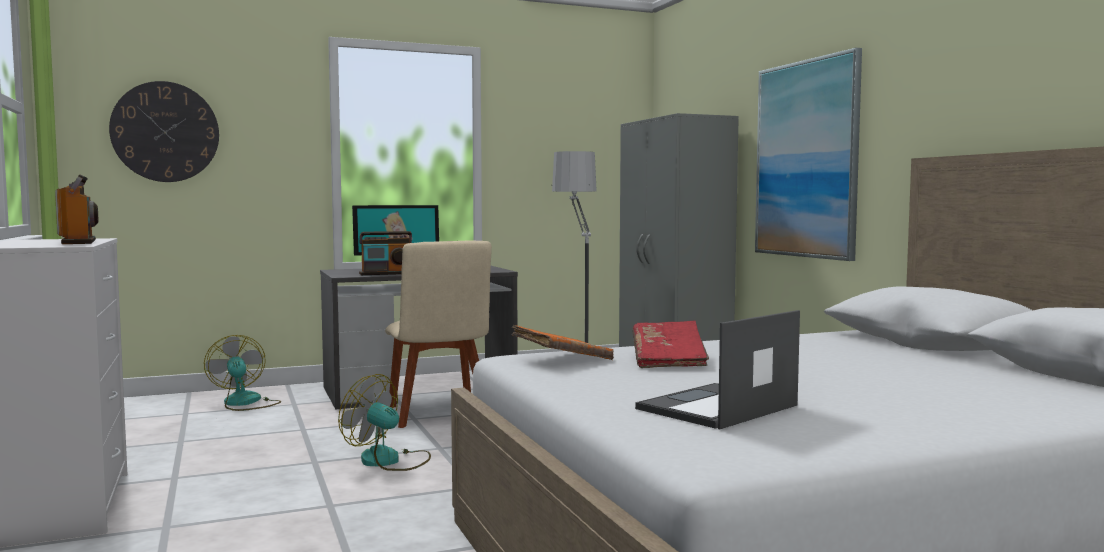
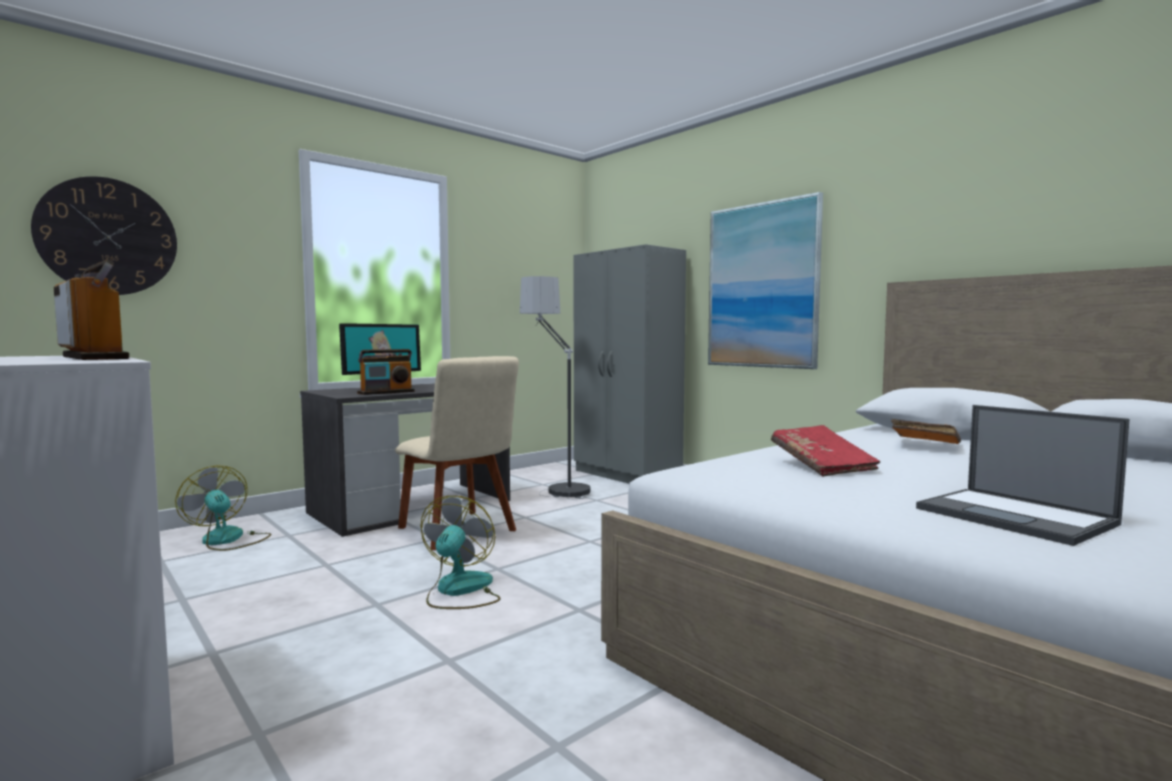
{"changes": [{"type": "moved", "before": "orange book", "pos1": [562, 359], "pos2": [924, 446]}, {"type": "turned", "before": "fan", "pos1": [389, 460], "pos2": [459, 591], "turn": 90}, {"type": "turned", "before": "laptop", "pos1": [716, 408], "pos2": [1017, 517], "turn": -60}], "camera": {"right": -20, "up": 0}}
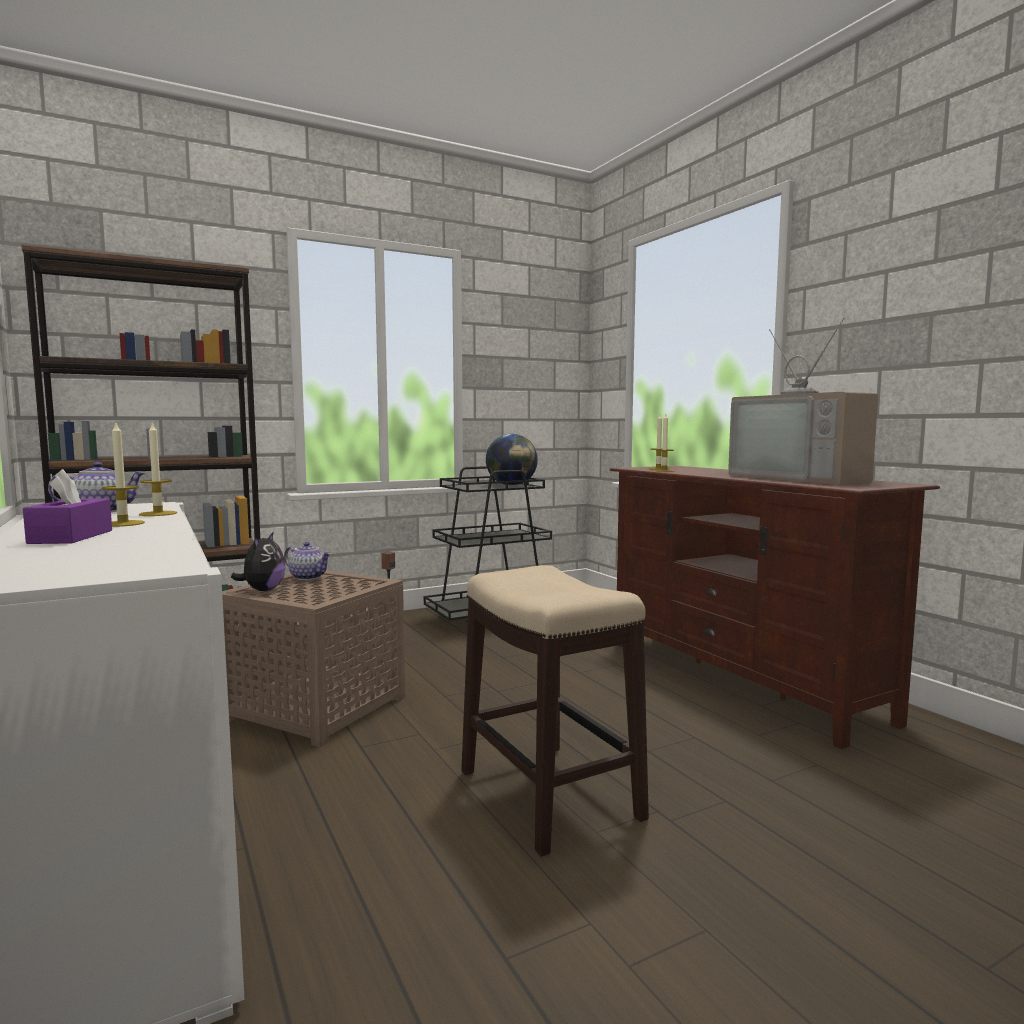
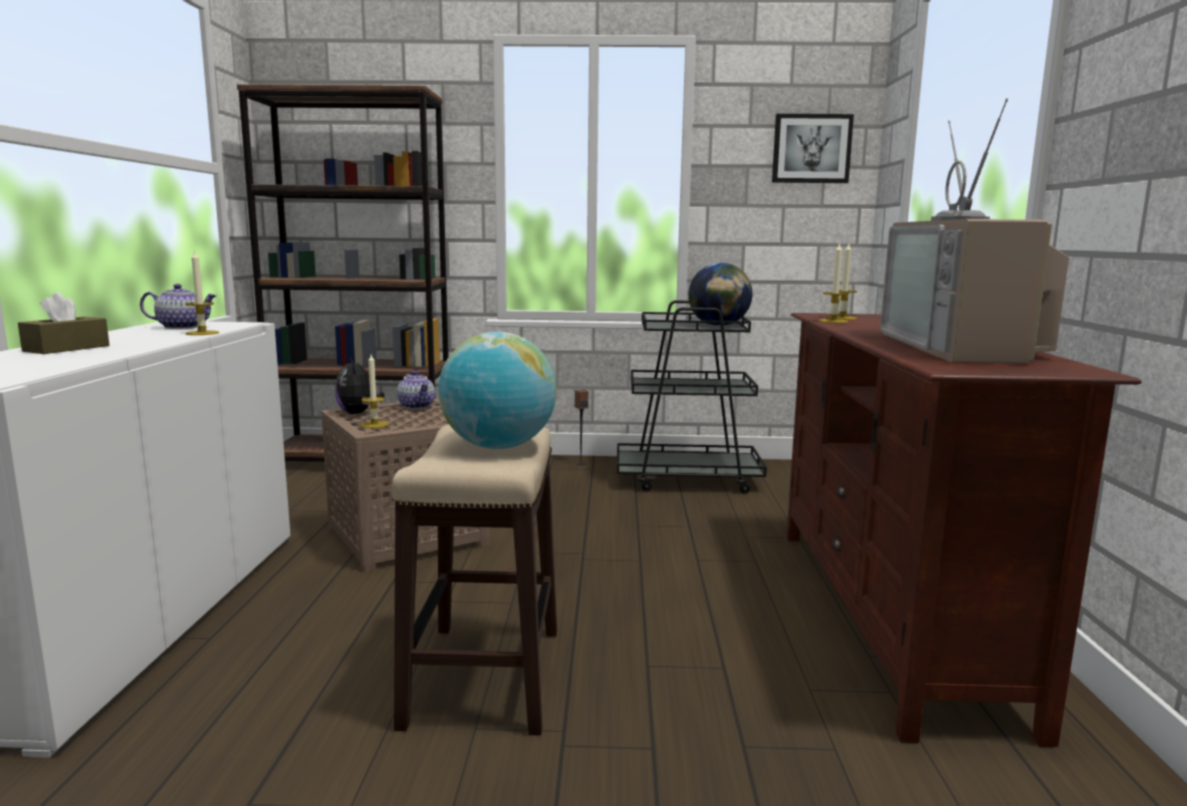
{"changes": [{"type": "added", "after": "globe", "pos2": [499, 447]}, {"type": "added", "after": "picture", "pos2": [811, 149]}, {"type": "moved", "before": "candle", "pos1": [123, 524], "pos2": [374, 424]}, {"type": "recoloured", "before": "purple tissue box", "after": "brown tissue box", "pos1": [71, 537], "pos2": [67, 348]}, {"type": "turned", "before": "plush toy", "pos1": [263, 590], "pos2": [358, 413], "turn": 120}], "camera": {"right": 30, "up": 5}}
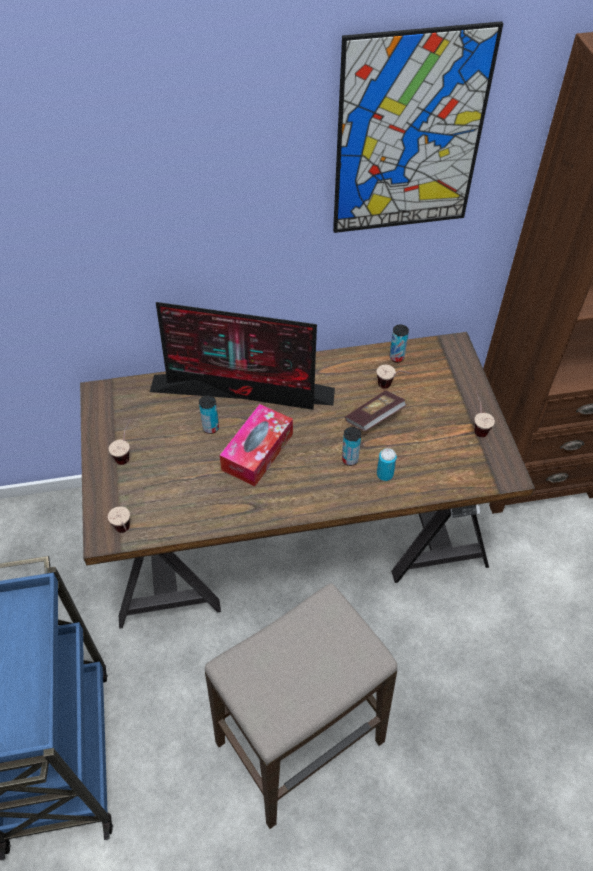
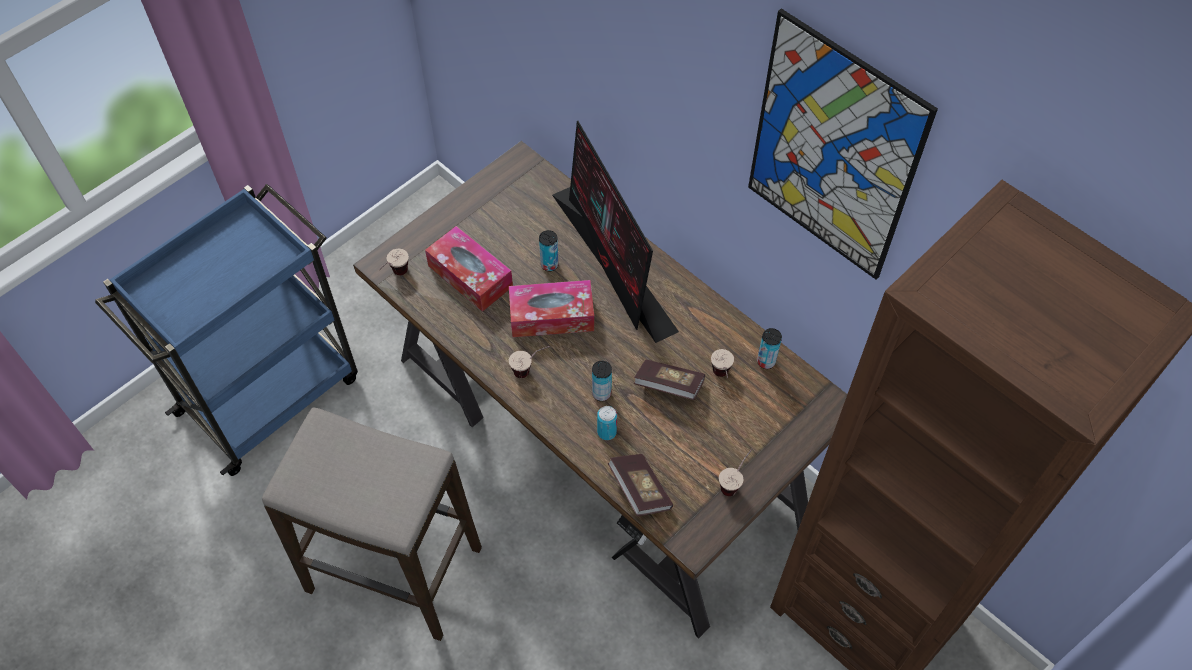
{"changes": [{"type": "added", "after": "tissue box", "pos2": [470, 276]}, {"type": "added", "after": "book", "pos2": [639, 490]}, {"type": "moved", "before": "cup", "pos1": [126, 453], "pos2": [530, 370]}], "camera": {"right": 55, "up": 5}}
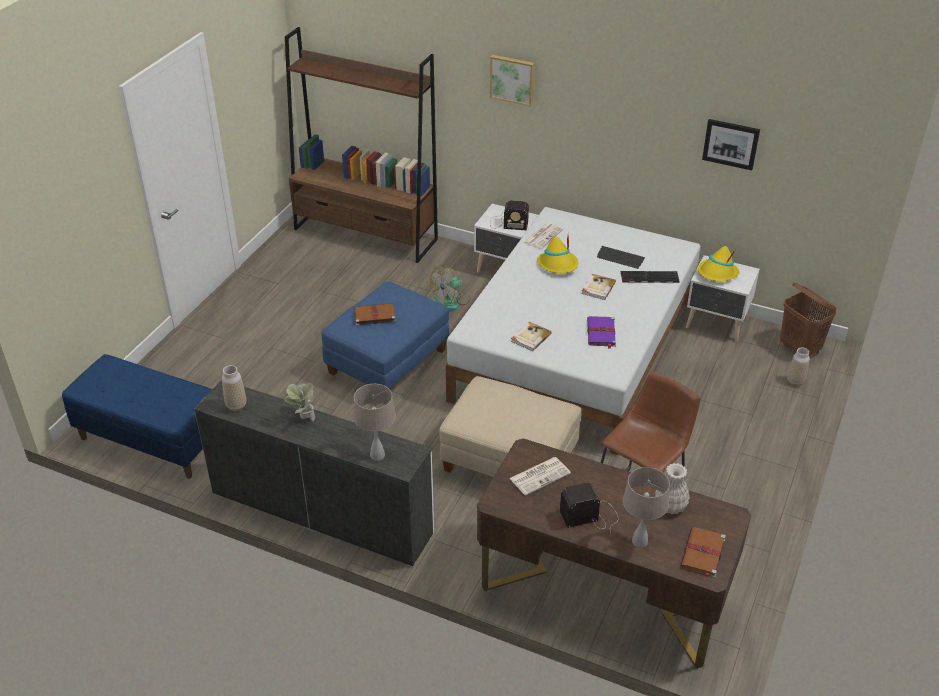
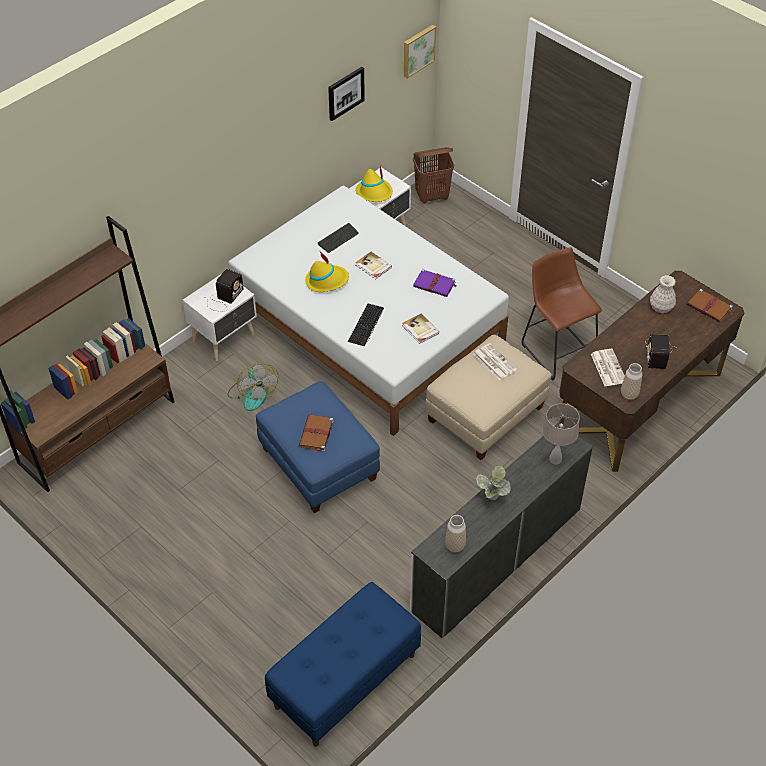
{"changes": [{"type": "removed", "before": "beige table lamp", "pos1": [639, 541]}, {"type": "moved", "before": "picture", "pos1": [512, 79], "pos2": [418, 50]}, {"type": "moved", "before": "newspaper", "pos1": [543, 236], "pos2": [494, 362]}, {"type": "moved", "before": "keyboard", "pos1": [649, 278], "pos2": [366, 325]}, {"type": "moved", "before": "vase", "pos1": [795, 382], "pos2": [629, 395]}], "camera": {"right": -70, "up": 10}}
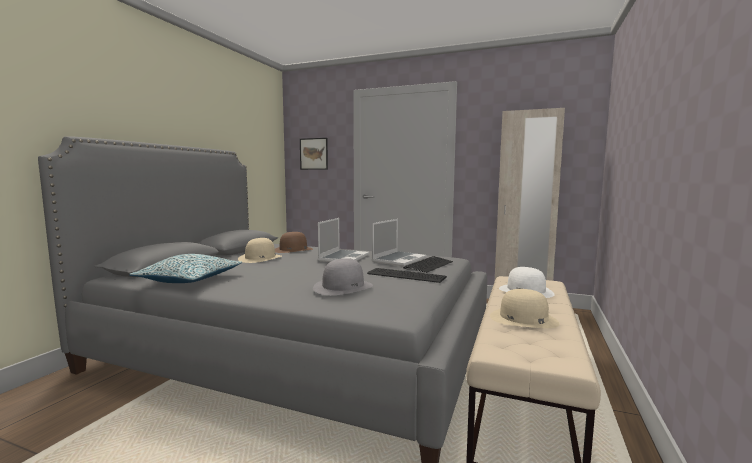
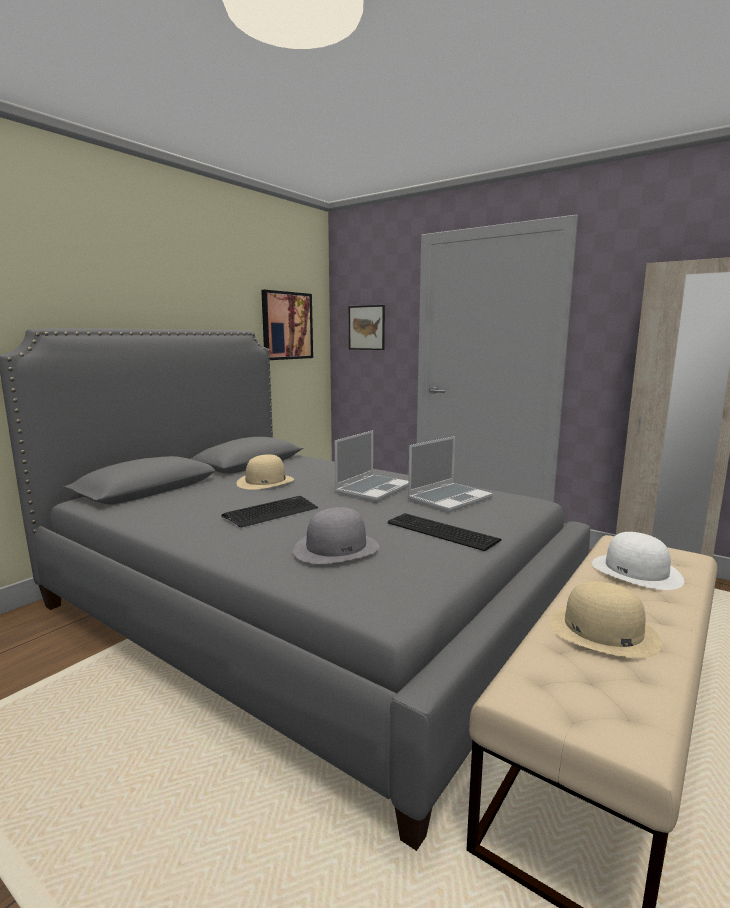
{"changes": [{"type": "removed", "before": "pillow", "pos1": [190, 280]}, {"type": "removed", "before": "brown hat", "pos1": [293, 250]}, {"type": "added", "after": "picture", "pos2": [287, 326]}, {"type": "moved", "before": "keyboard", "pos1": [428, 265], "pos2": [271, 512]}], "camera": {"right": 15, "up": 5}}
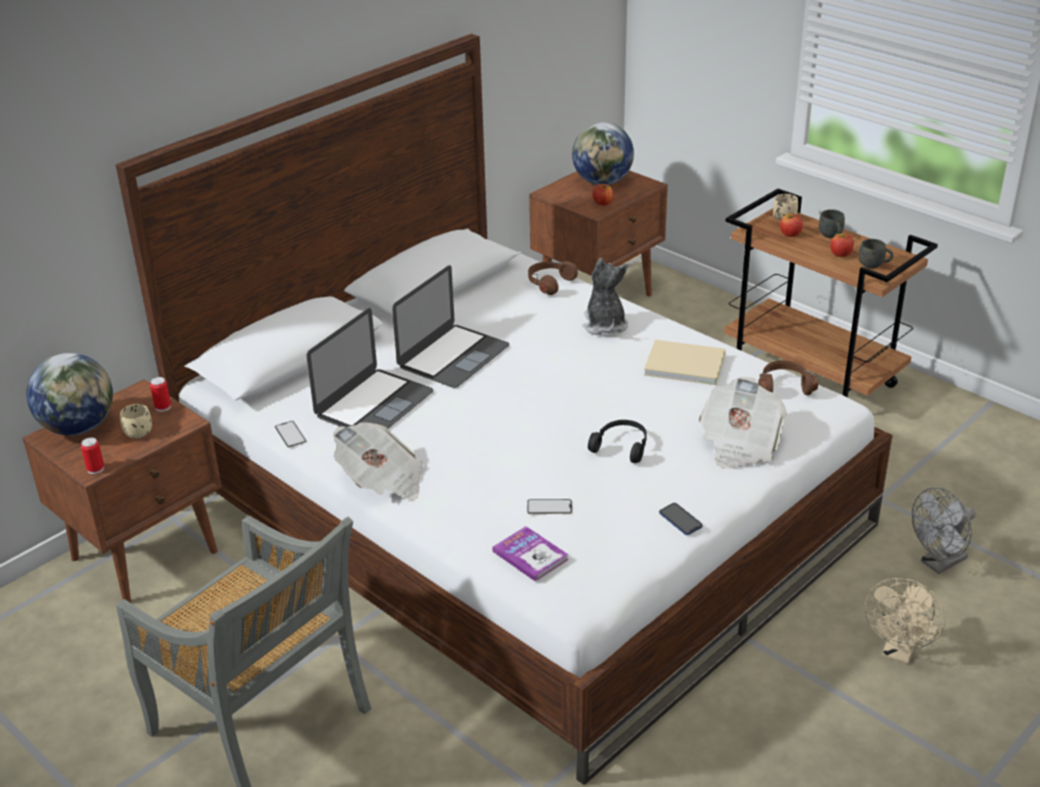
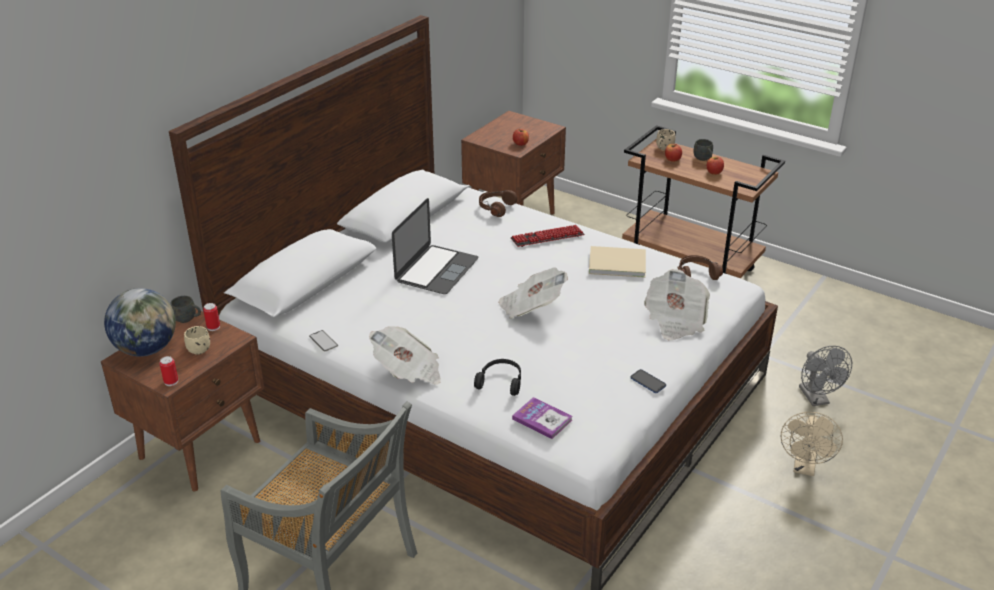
{"changes": [{"type": "removed", "before": "laptop", "pos1": [374, 404]}, {"type": "removed", "before": "phone", "pos1": [549, 507]}, {"type": "removed", "before": "globe", "pos1": [602, 182]}, {"type": "added", "after": "newspaper", "pos2": [531, 307]}, {"type": "moved", "before": "black headphones", "pos1": [621, 446], "pos2": [501, 381]}, {"type": "moved", "before": "grey mug", "pos1": [874, 265], "pos2": [188, 319]}, {"type": "replaced", "before": "plush toy", "after": "keyboard", "pos1": [604, 325], "pos2": [547, 237]}, {"type": "turned", "before": "grey fan", "pos1": [939, 564], "pos2": [816, 399], "turn": -60}], "camera": {"right": -10, "up": 0}}
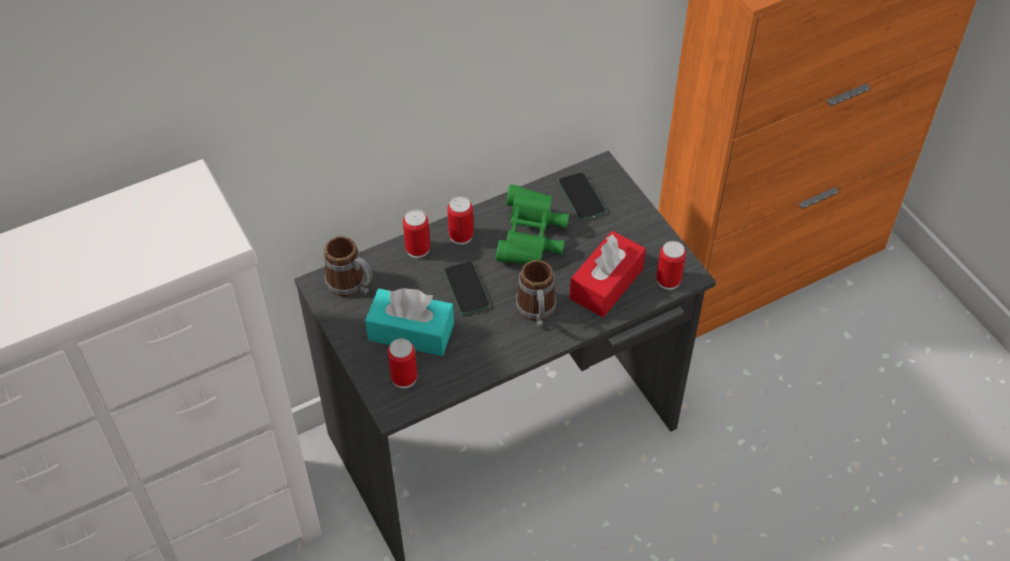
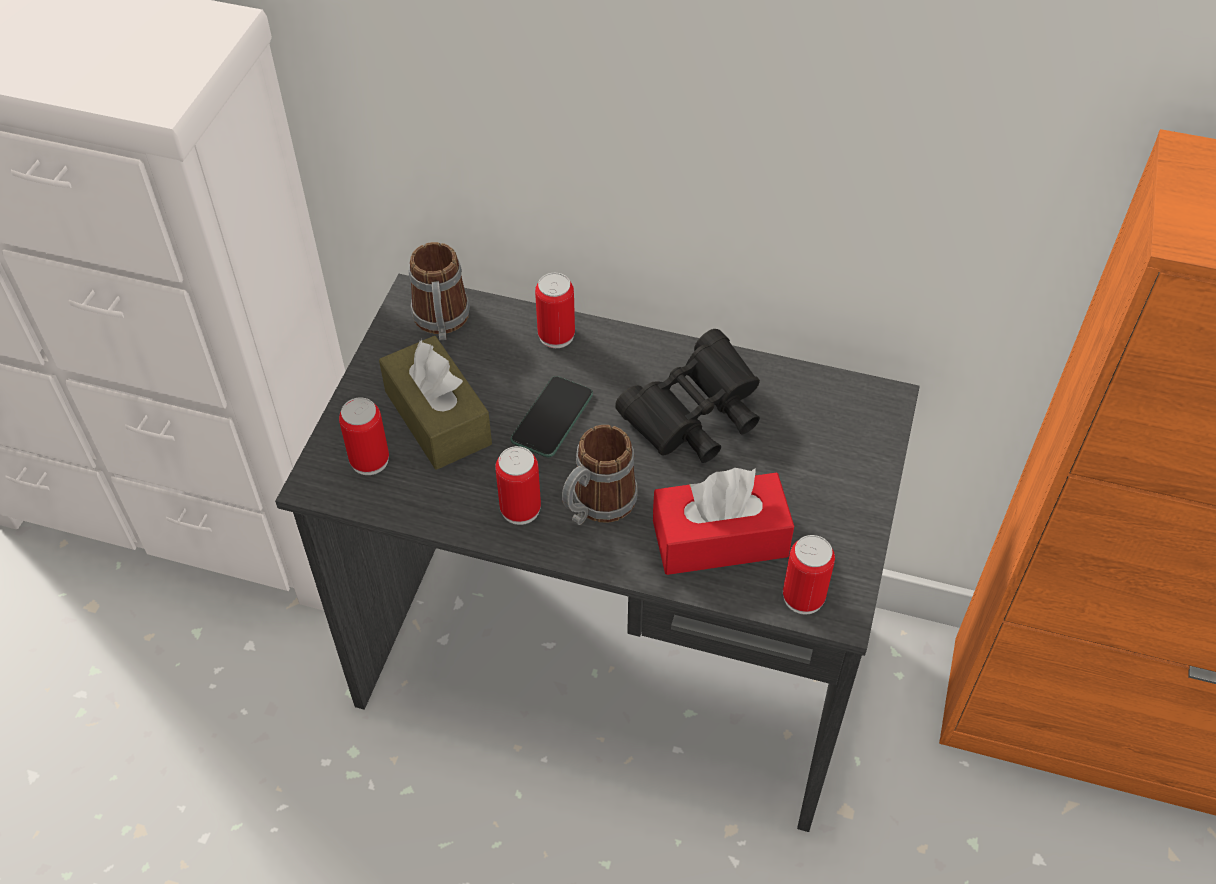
{"changes": [{"type": "removed", "before": "phone", "pos1": [581, 197]}, {"type": "moved", "before": "can", "pos1": [461, 235], "pos2": [520, 509]}, {"type": "recoloured", "before": "turquoise tissue box", "after": "brown tissue box", "pos1": [411, 332], "pos2": [438, 418]}, {"type": "recoloured", "before": "green binoculars", "after": "black binoculars", "pos1": [531, 239], "pos2": [694, 419]}], "camera": {"right": 45, "up": 0}}
